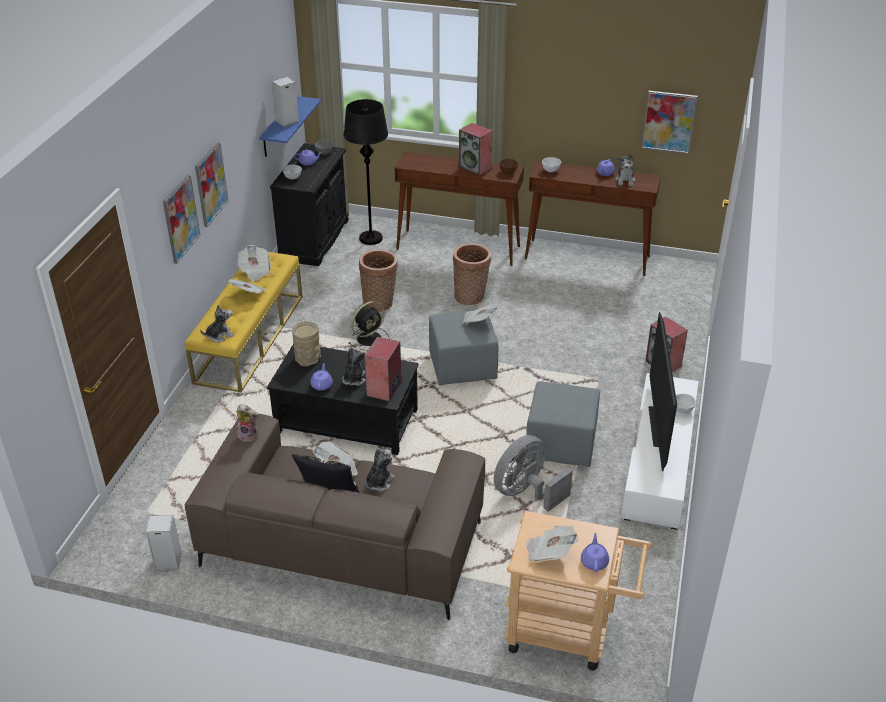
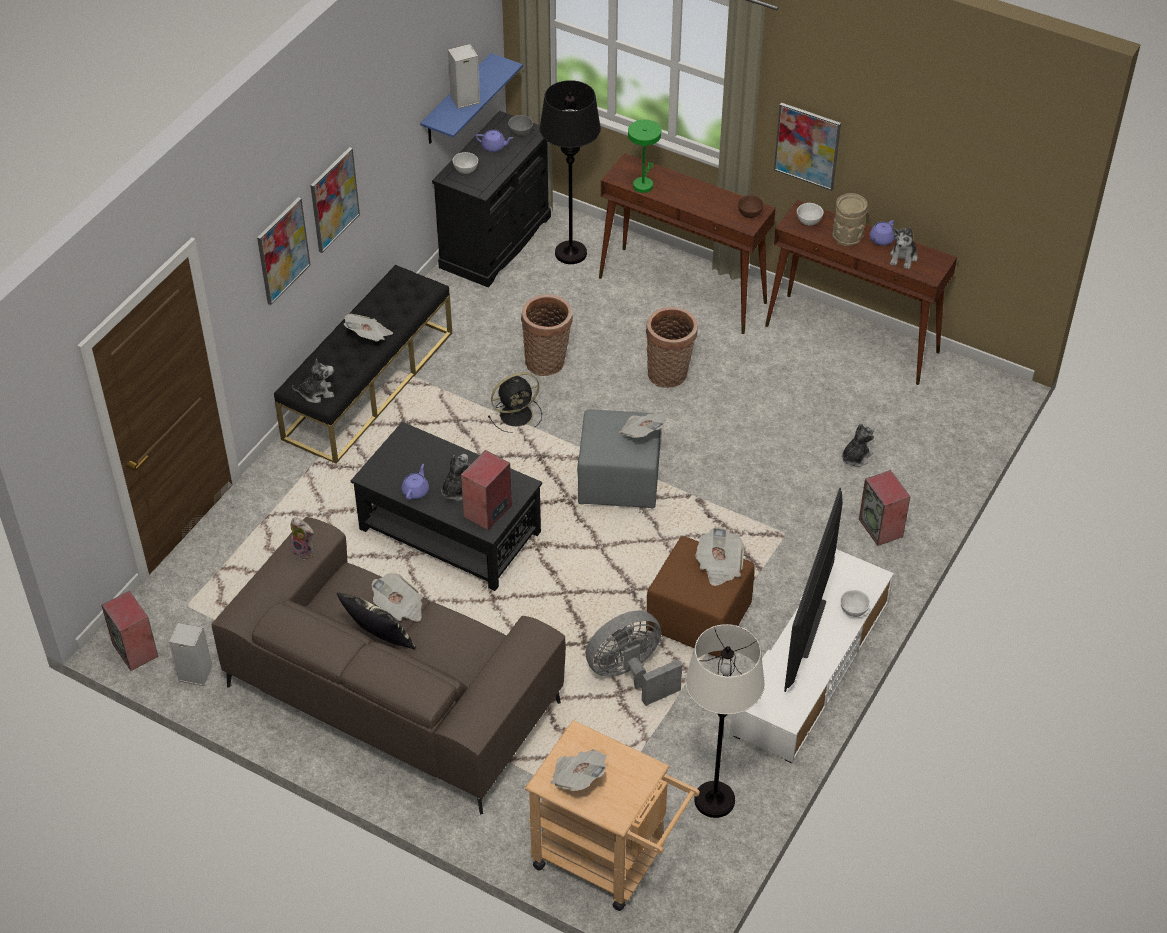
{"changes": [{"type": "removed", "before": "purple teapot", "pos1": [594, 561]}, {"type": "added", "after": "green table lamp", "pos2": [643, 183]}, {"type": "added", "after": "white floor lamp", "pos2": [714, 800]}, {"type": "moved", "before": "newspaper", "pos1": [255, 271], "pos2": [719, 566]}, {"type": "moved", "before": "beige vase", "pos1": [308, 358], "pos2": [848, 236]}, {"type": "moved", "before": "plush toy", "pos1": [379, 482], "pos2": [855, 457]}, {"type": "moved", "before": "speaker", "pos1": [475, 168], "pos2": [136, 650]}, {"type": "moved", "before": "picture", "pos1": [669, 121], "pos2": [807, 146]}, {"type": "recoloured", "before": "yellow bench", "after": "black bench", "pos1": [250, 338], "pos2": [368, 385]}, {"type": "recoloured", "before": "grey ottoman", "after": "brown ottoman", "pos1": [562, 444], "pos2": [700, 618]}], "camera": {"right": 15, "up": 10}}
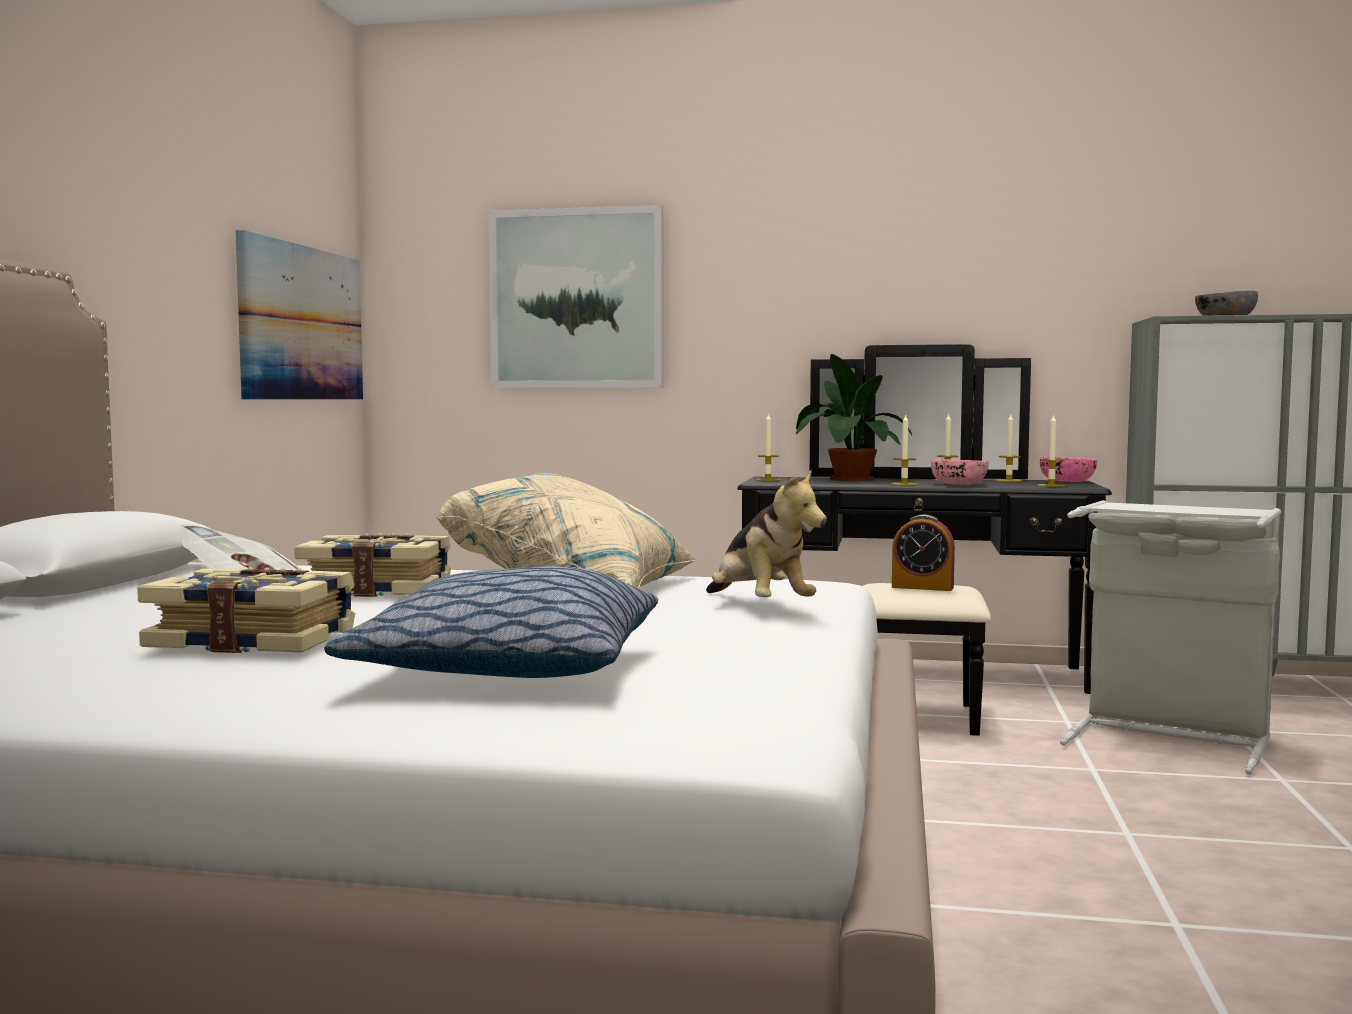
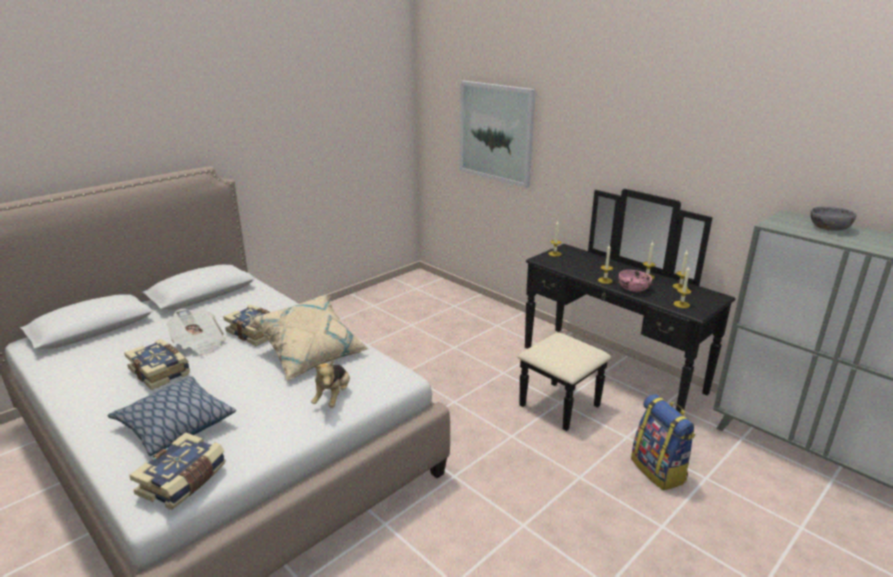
{"changes": [{"type": "removed", "before": "picture", "pos1": [301, 323]}, {"type": "removed", "before": "potted plant", "pos1": [847, 479]}, {"type": "removed", "before": "alarm clock", "pos1": [922, 587]}, {"type": "removed", "before": "pink bowl", "pos1": [1068, 481]}, {"type": "added", "after": "book", "pos2": [184, 481]}, {"type": "replaced", "before": "grey laundry basket", "after": "backpack", "pos1": [1169, 737], "pos2": [659, 470]}], "camera": {"right": 35, "up": 20}}
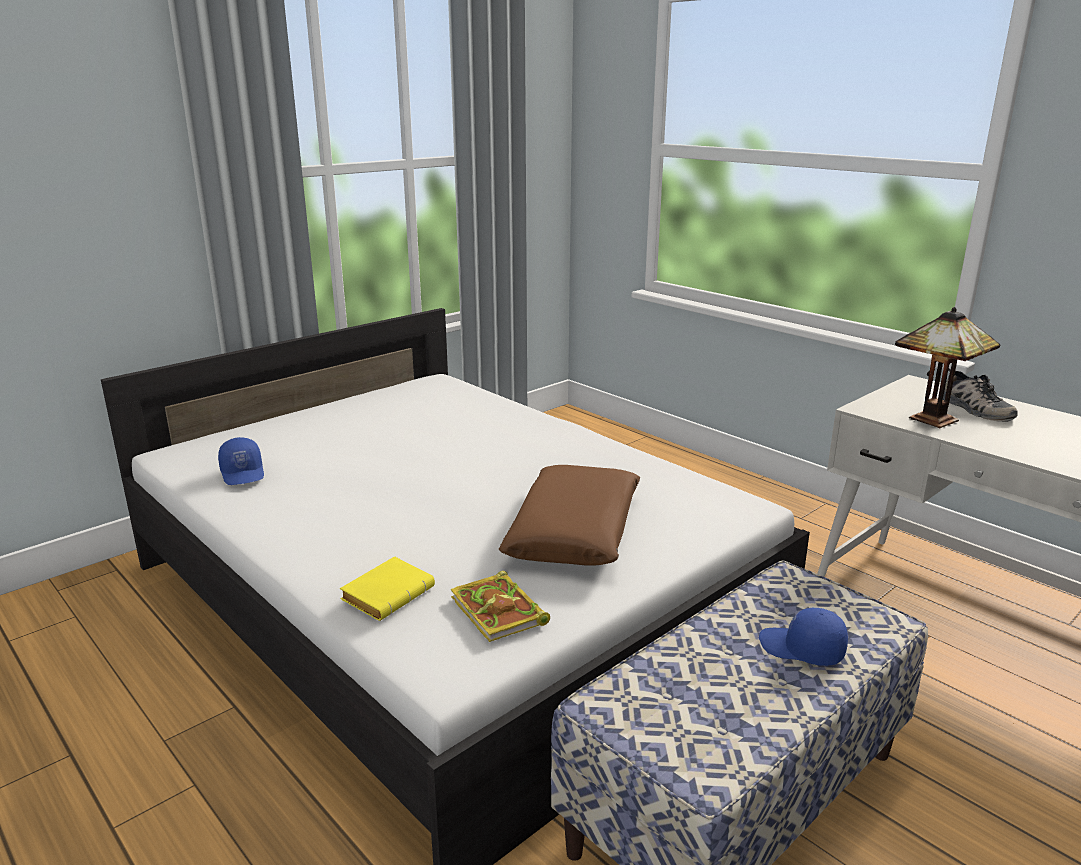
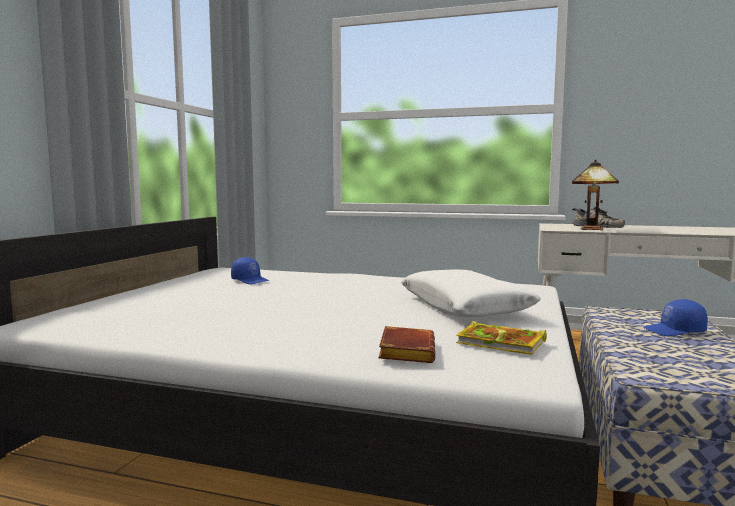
{"changes": [{"type": "moved", "before": "blue cap", "pos1": [243, 473], "pos2": [250, 281]}, {"type": "recoloured", "before": "yellow book", "after": "brown book", "pos1": [388, 593], "pos2": [405, 351]}, {"type": "recoloured", "before": "brown pillow", "after": "white pillow", "pos1": [575, 531], "pos2": [464, 307]}], "camera": {"right": -30, "up": -15}}
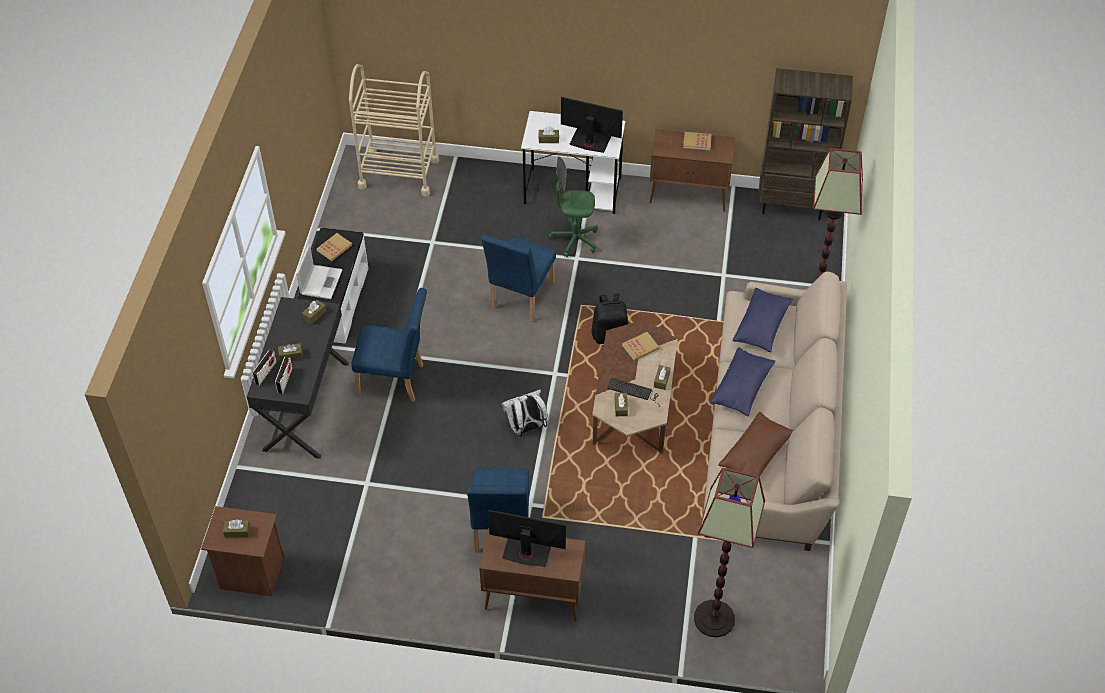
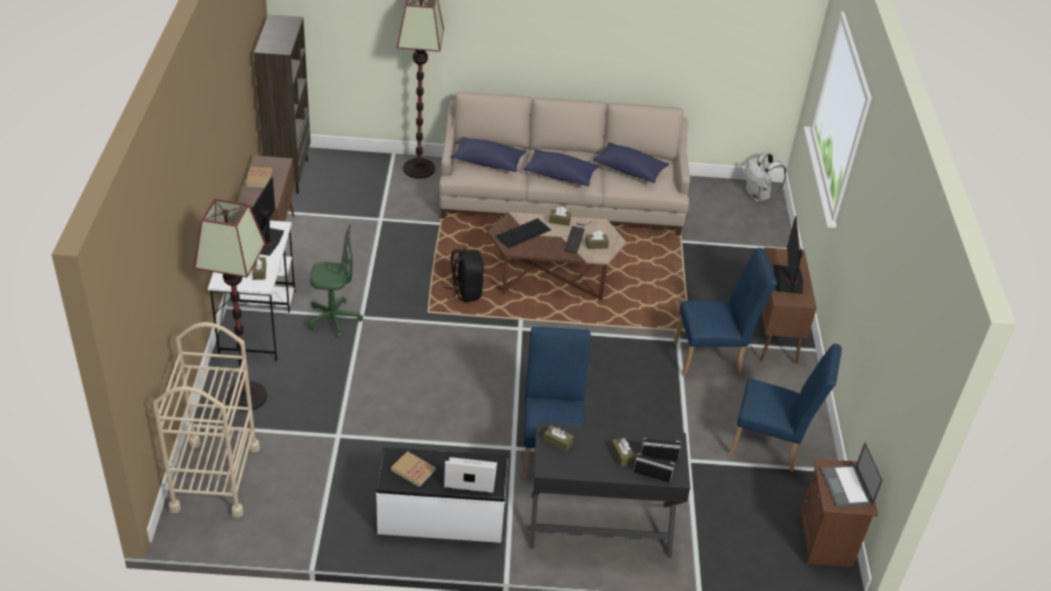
{"changes": [{"type": "moved", "before": "blue chair", "pos1": [519, 299], "pos2": [771, 447]}, {"type": "moved", "before": "white backpack", "pos1": [526, 428], "pos2": [758, 196]}, {"type": "moved", "before": "floor lamp", "pos1": [714, 619], "pos2": [247, 396]}, {"type": "replaced", "before": "brown tissue box", "after": "laptop", "pos1": [237, 531], "pos2": [847, 487]}, {"type": "replaced", "before": "book", "after": "keyboard", "pos1": [640, 347], "pos2": [522, 233]}, {"type": "recoloured", "before": "brown pillow", "after": "blue pillow", "pos1": [755, 454], "pos2": [629, 170]}, {"type": "turned", "before": "green office chair", "pos1": [574, 240], "pos2": [334, 319], "turn": -90}], "camera": {"right": -100, "up": -10}}
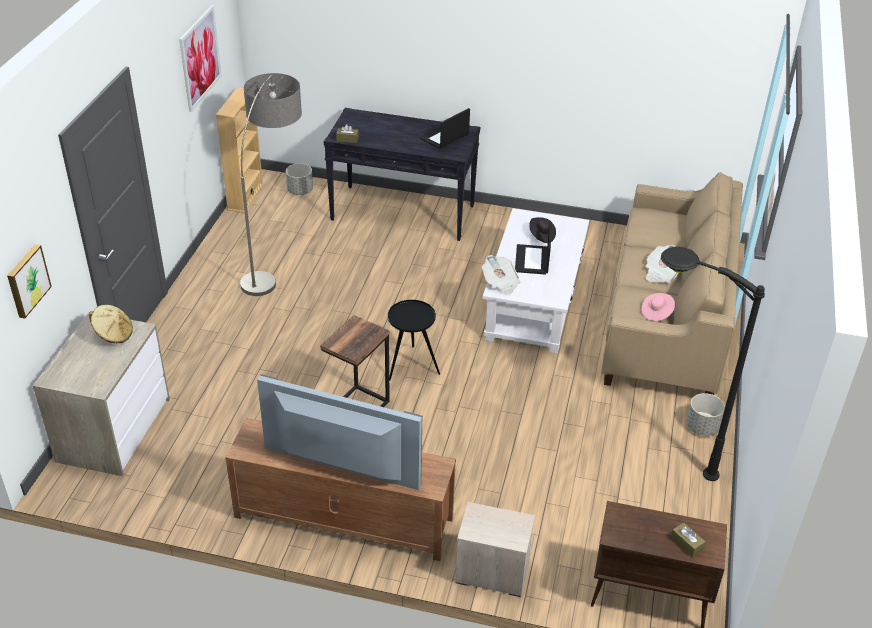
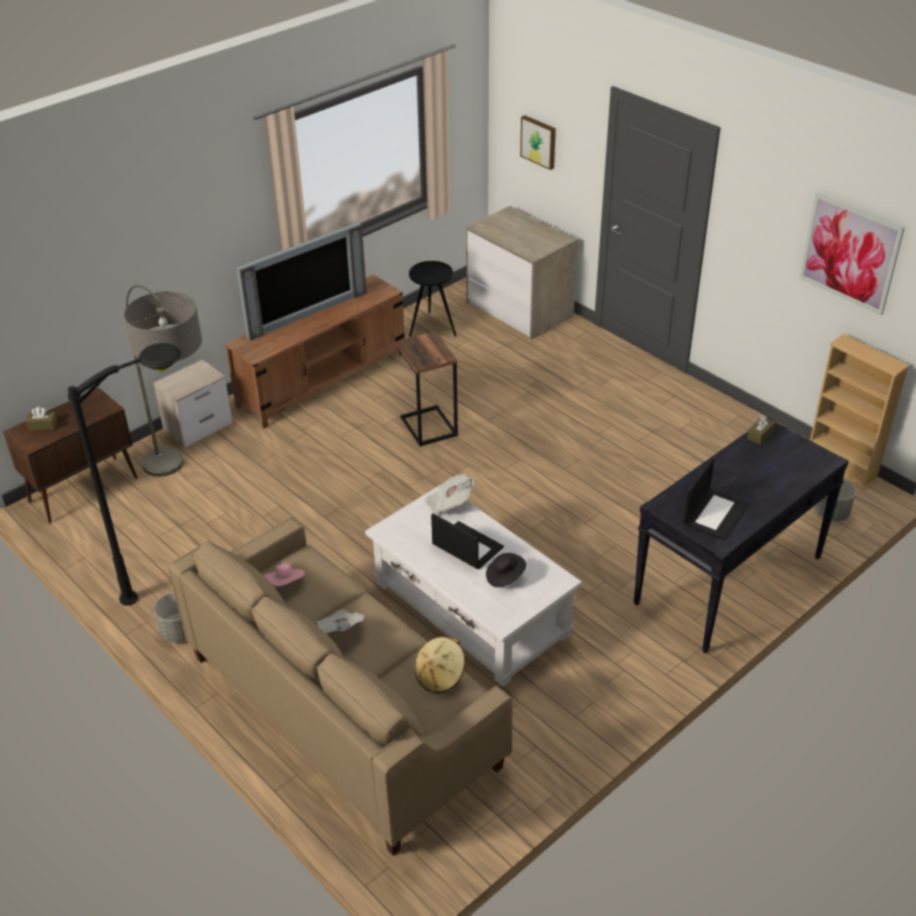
{"changes": [{"type": "moved", "before": "beige hat", "pos1": [114, 334], "pos2": [440, 676]}, {"type": "moved", "before": "floor lamp", "pos1": [276, 260], "pos2": [186, 489]}, {"type": "moved", "before": "black side table", "pos1": [411, 367], "pos2": [432, 327]}, {"type": "turned", "before": "laptop", "pos1": [444, 137], "pos2": [715, 514], "turn": 45}], "camera": {"right": 125, "up": 0}}
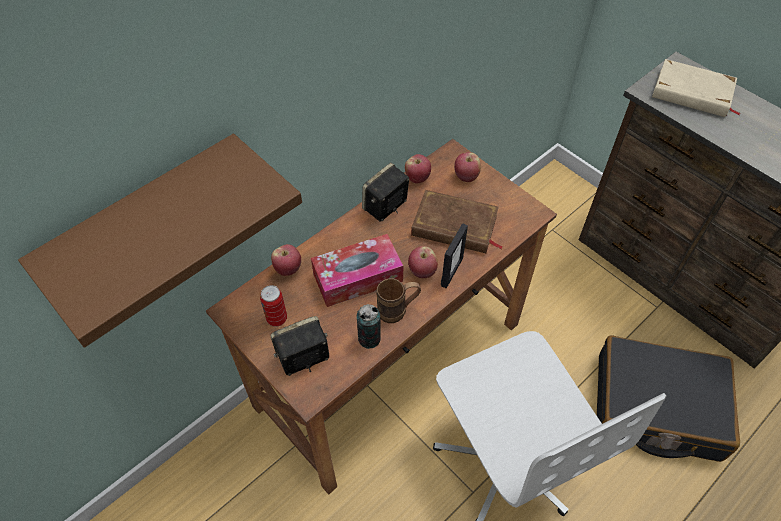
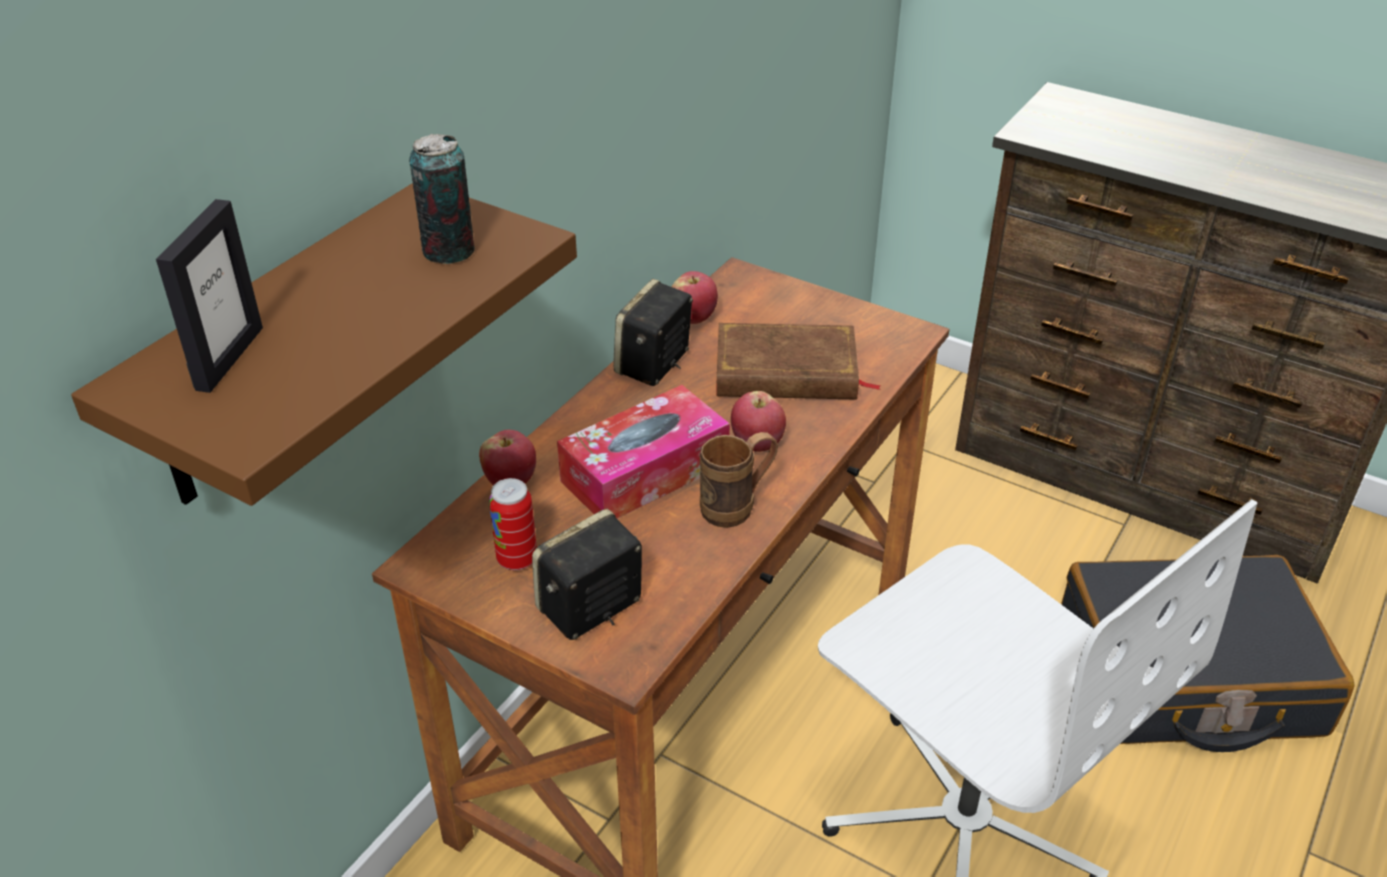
{"changes": [{"type": "removed", "before": "apple", "pos1": [466, 176]}, {"type": "removed", "before": "beige book", "pos1": [692, 93]}, {"type": "moved", "before": "can", "pos1": [369, 338], "pos2": [449, 251]}, {"type": "moved", "before": "picture frame", "pos1": [451, 272], "pos2": [229, 358]}], "camera": {"right": -15, "up": -15}}
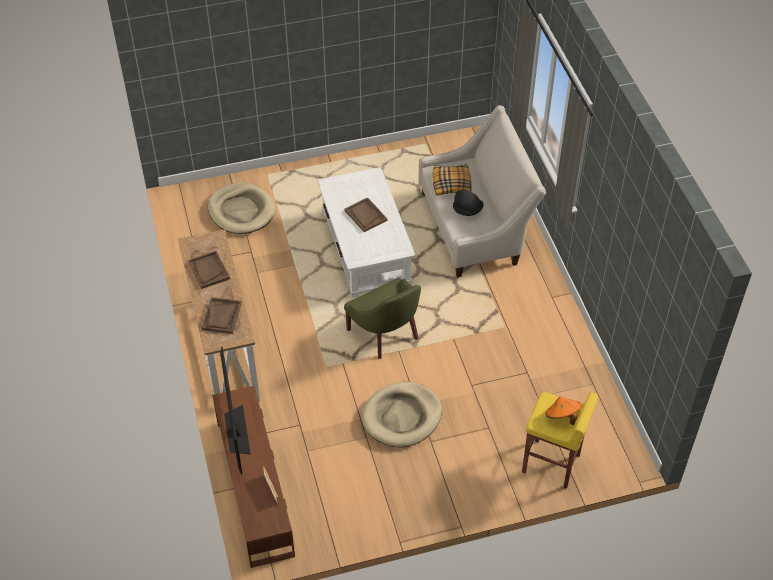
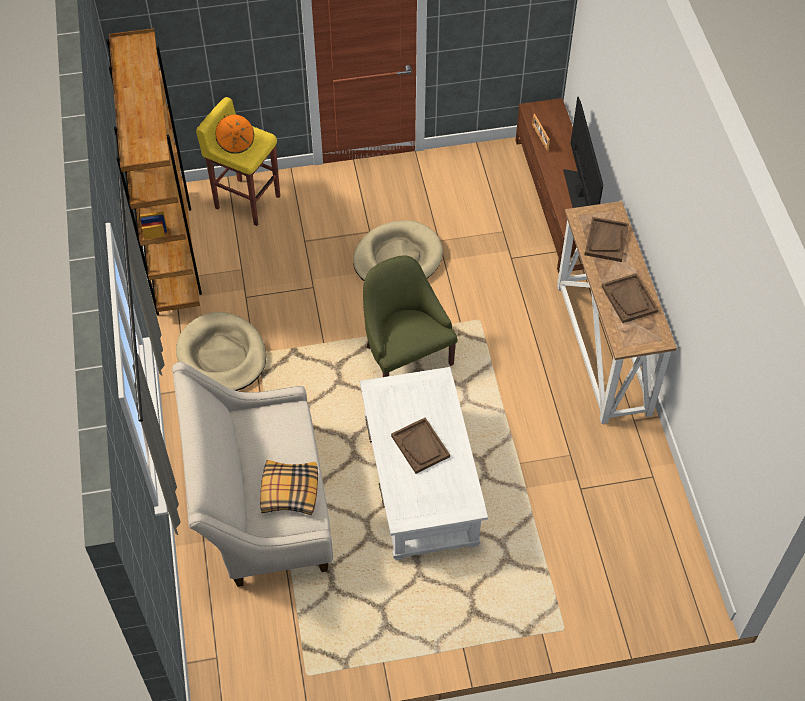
{"changes": [{"type": "removed", "before": "black hat", "pos1": [467, 210]}, {"type": "added", "after": "brown bookcase", "pos2": [173, 253]}, {"type": "moved", "before": "beige dog bed", "pos1": [241, 211], "pos2": [222, 355]}], "camera": {"right": -175, "up": 5}}
